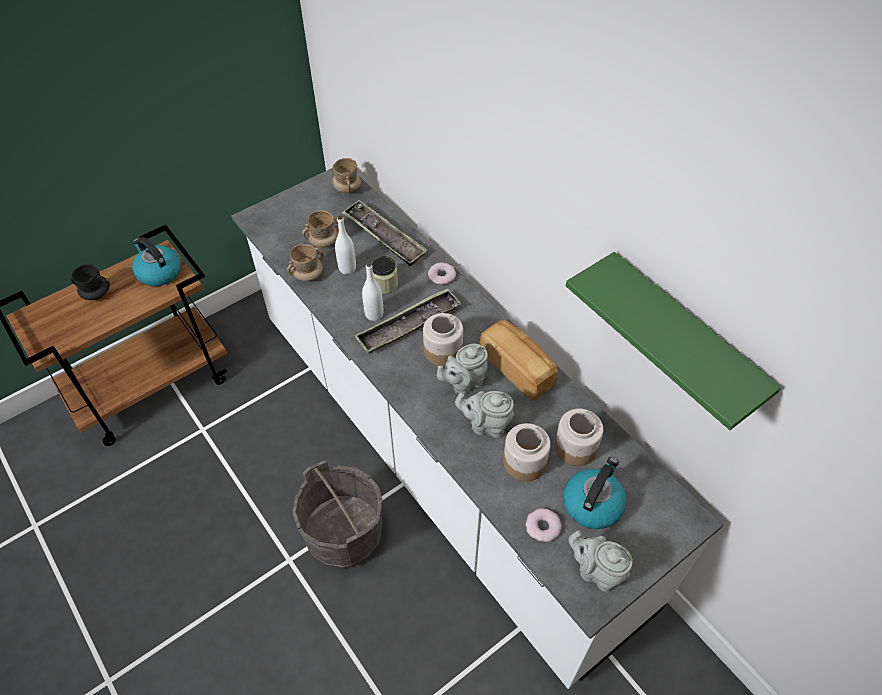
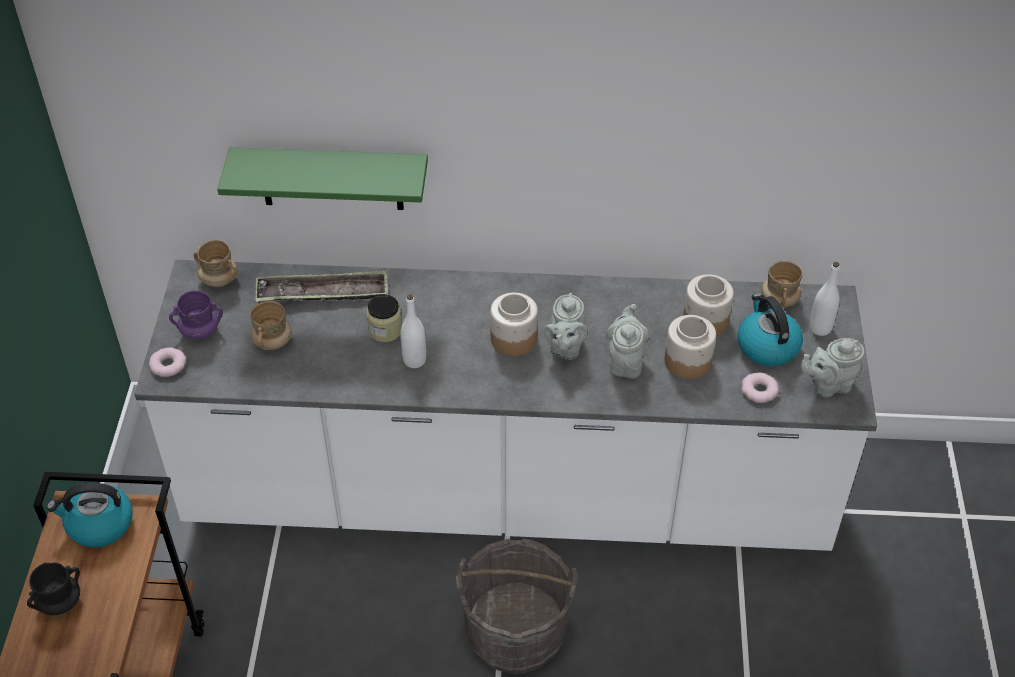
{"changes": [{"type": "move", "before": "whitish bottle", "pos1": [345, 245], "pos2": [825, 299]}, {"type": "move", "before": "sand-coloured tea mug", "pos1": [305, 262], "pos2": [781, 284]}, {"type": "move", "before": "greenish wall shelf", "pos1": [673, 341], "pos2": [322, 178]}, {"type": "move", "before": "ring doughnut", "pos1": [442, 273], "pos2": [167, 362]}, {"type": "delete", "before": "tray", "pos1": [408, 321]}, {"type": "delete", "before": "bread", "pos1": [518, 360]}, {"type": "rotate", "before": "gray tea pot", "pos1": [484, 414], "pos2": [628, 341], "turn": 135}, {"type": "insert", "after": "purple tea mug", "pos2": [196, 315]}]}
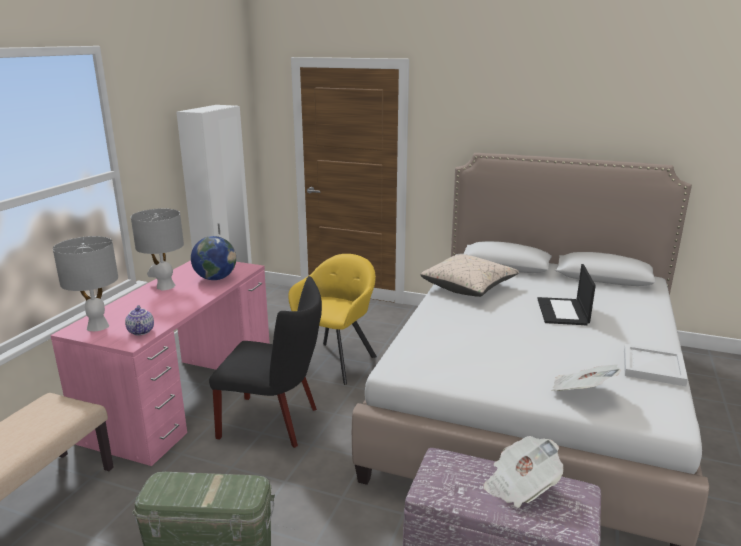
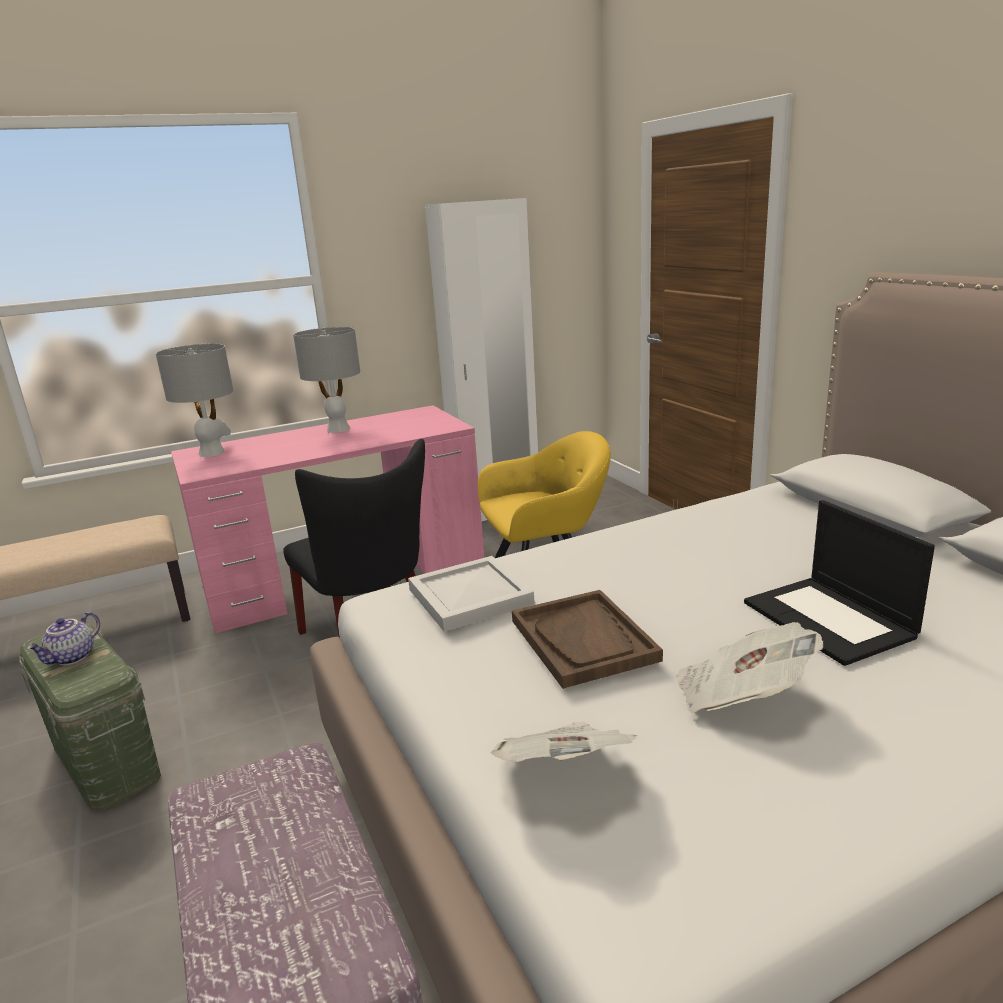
{"changes": [{"type": "delete", "before": "world globe", "pos1": [213, 258]}, {"type": "delete", "before": "sand-coloured cushion", "pos1": [469, 275]}, {"type": "rotate", "before": "portable computer", "pos1": [566, 294], "pos2": [839, 583], "turn": -75}, {"type": "move", "before": "tea pot", "pos1": [139, 320], "pos2": [63, 638]}, {"type": "move", "before": "whitish tray", "pos1": [656, 365], "pos2": [471, 594]}, {"type": "move", "before": "printed paper", "pos1": [523, 472], "pos2": [749, 667]}, {"type": "insert", "after": "brown-coloured tray", "pos2": [587, 639]}]}
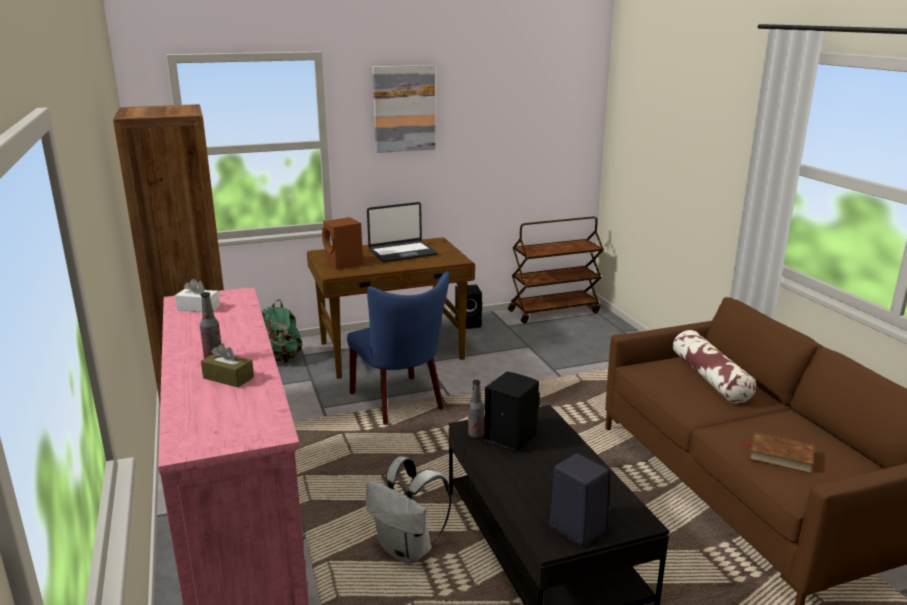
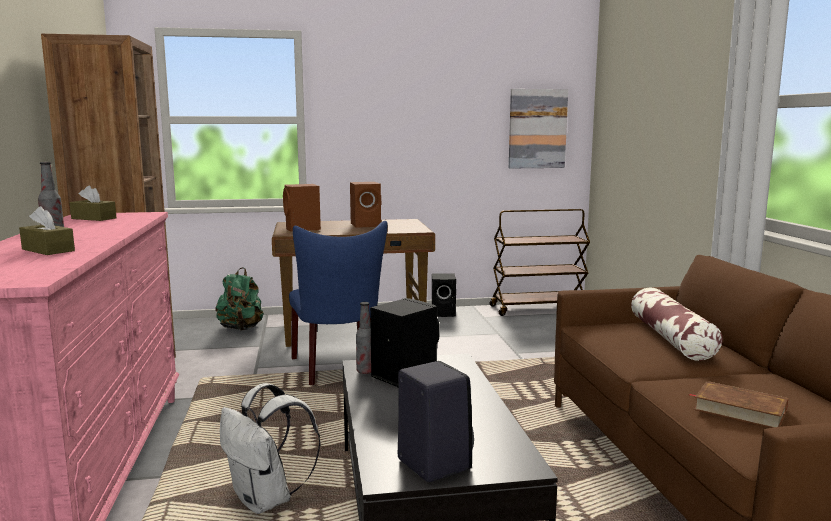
{"changes": [{"type": "move", "before": "wall art", "pos1": [404, 109], "pos2": [538, 128]}, {"type": "replace", "before": "portable computer", "after": "brown-coloured loudspeaker", "pos1": [402, 232], "pos2": [365, 204]}, {"type": "recolor", "before": "whitish box of tissues", "after": "brown-coloured box of tissues", "pos1": [197, 295], "pos2": [93, 203]}]}
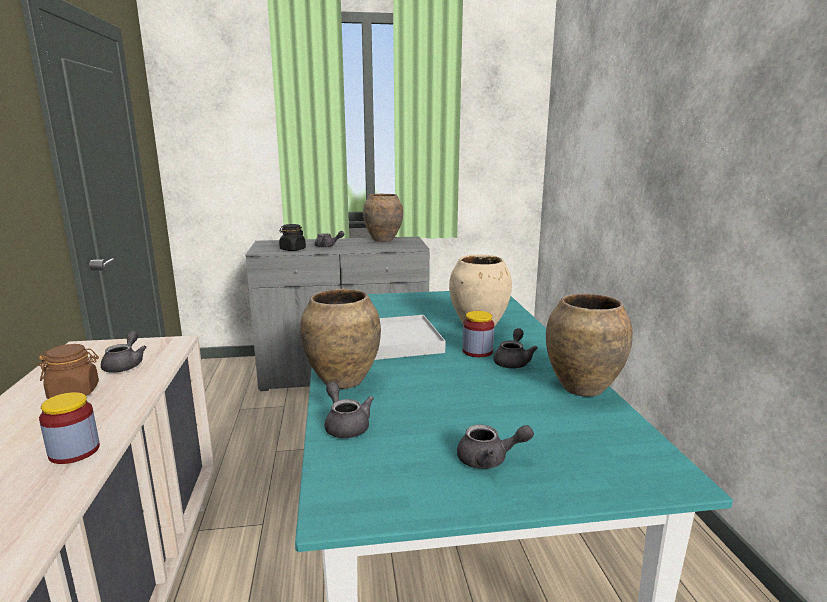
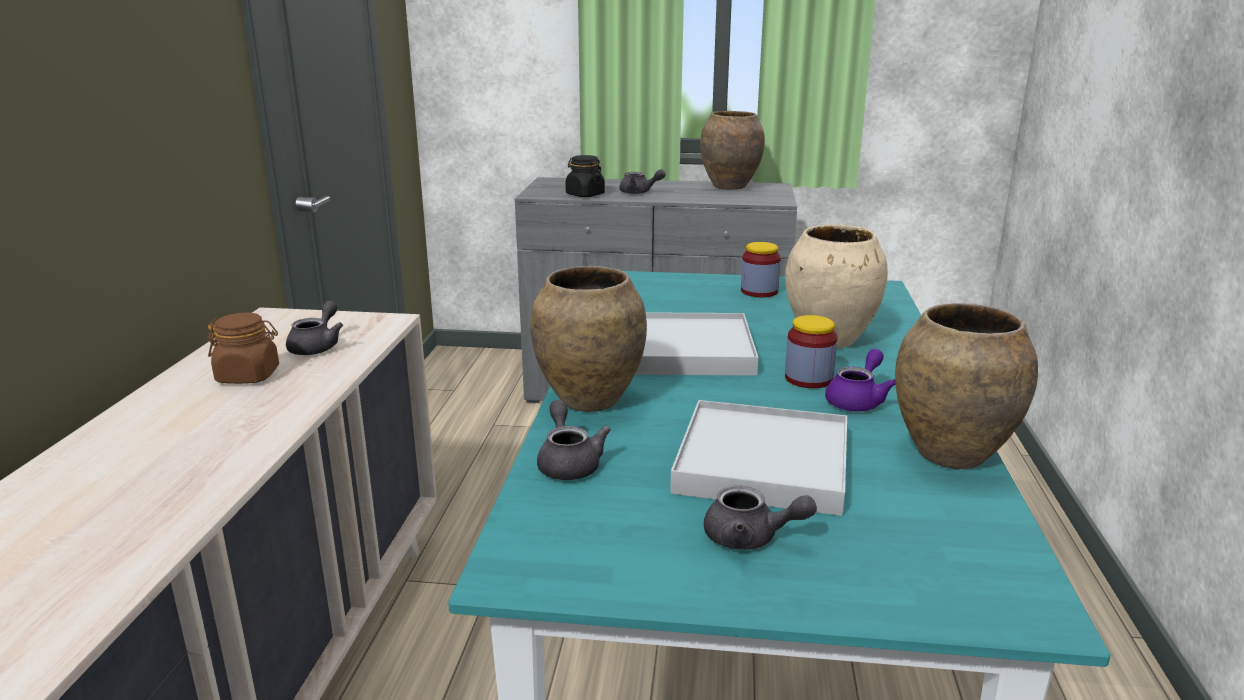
{"changes": [{"type": "recolor", "before": "gray tea pot", "after": "purple tea pot", "pos1": [515, 348], "pos2": [860, 380]}, {"type": "move", "before": "storage jar", "pos1": [69, 428], "pos2": [761, 269]}, {"type": "insert", "after": "whitish tray", "pos2": [758, 458]}]}
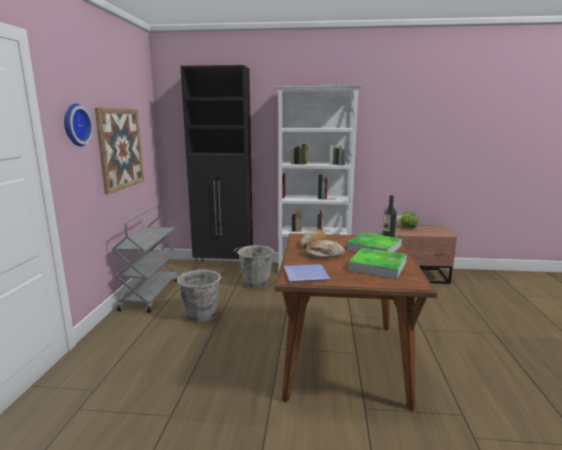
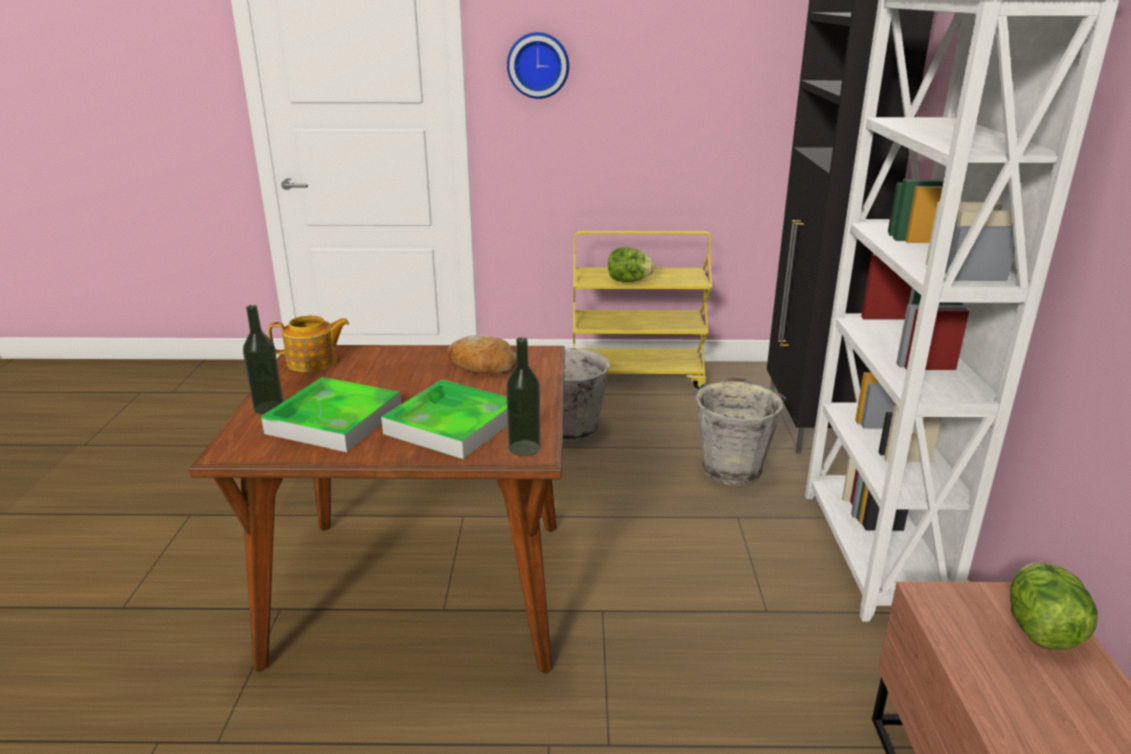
{"changes": [{"type": "delete", "before": "wall art", "pos1": [119, 151]}, {"type": "recolor", "before": "gray wheeled cart", "after": "yellow wheeled cart", "pos1": [145, 259], "pos2": [642, 310]}, {"type": "delete", "before": "bread", "pos1": [325, 249]}, {"type": "replace", "before": "dinner plate", "after": "tea pot", "pos1": [307, 273], "pos2": [308, 343]}, {"type": "insert", "after": "lettuce head", "pos2": [631, 264]}, {"type": "insert", "after": "bottle", "pos2": [263, 359]}]}
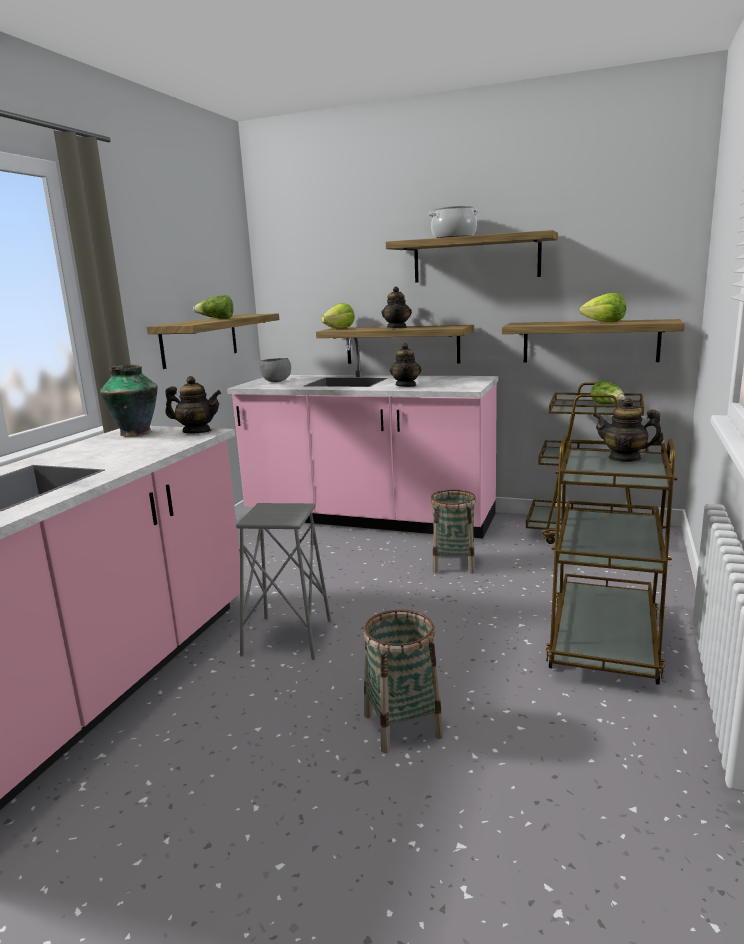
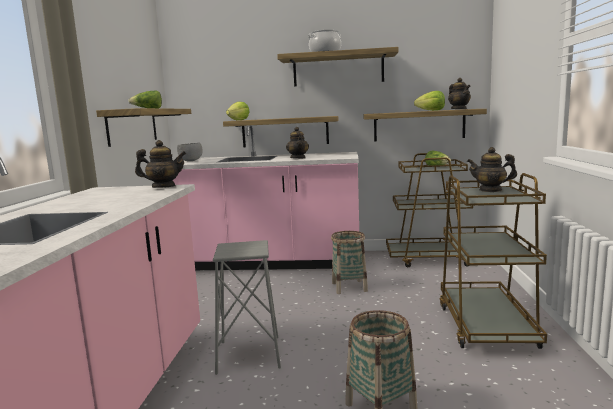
{"changes": [{"type": "move", "before": "tea pot", "pos1": [396, 307], "pos2": [459, 93]}, {"type": "delete", "before": "decorative vase", "pos1": [129, 401]}]}
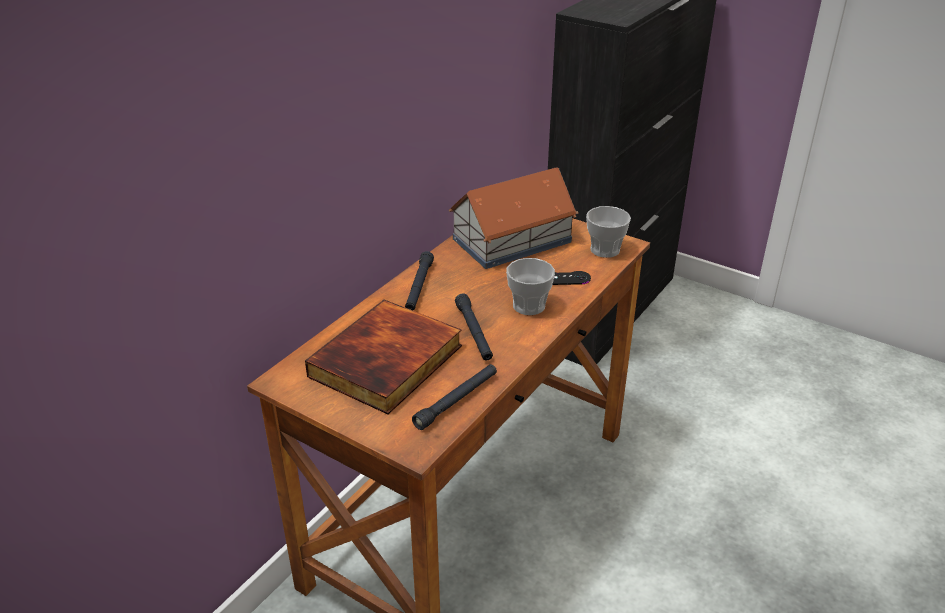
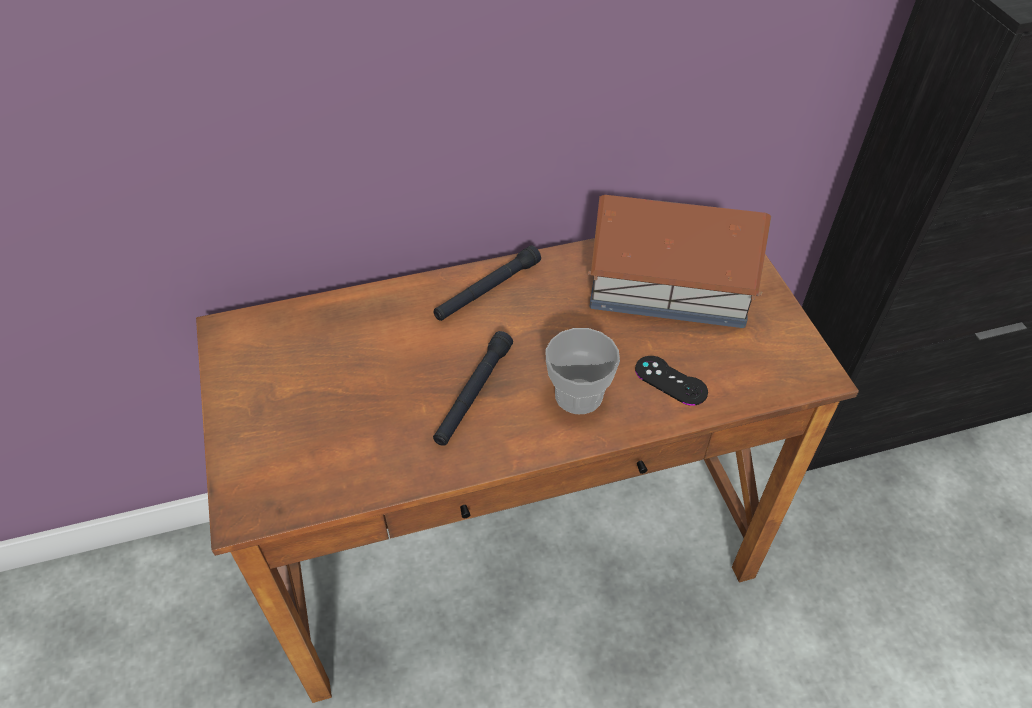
{"changes": [{"type": "delete", "before": "cup", "pos1": [608, 232]}, {"type": "delete", "before": "bound book", "pos1": [383, 357]}, {"type": "delete", "before": "black flashlight", "pos1": [454, 397]}]}
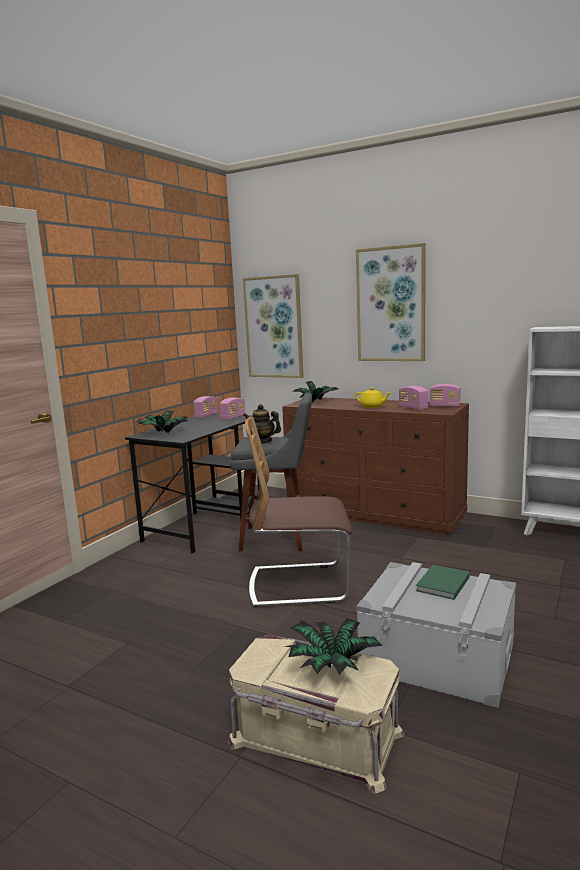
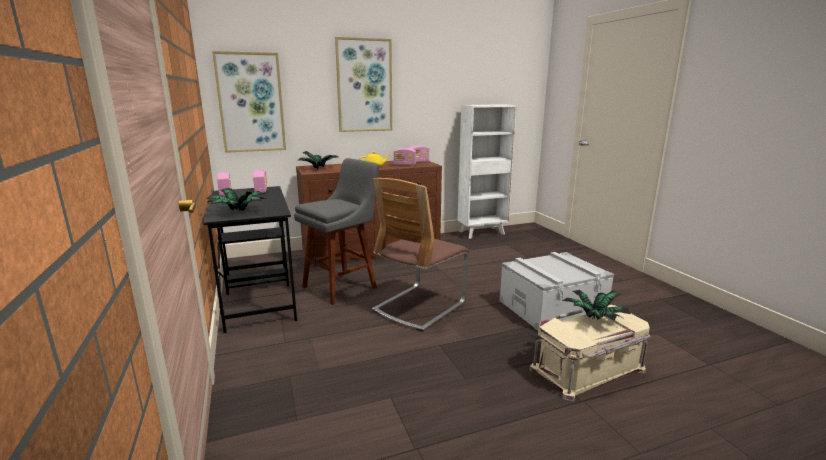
{"changes": [{"type": "delete", "before": "tea pot", "pos1": [262, 424]}, {"type": "delete", "before": "greenish bound book", "pos1": [443, 582]}]}
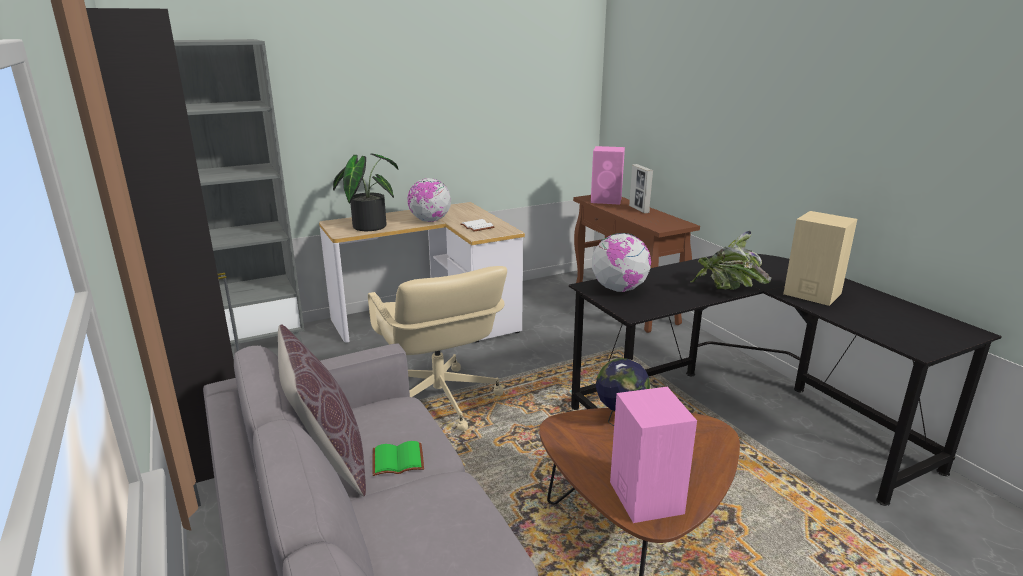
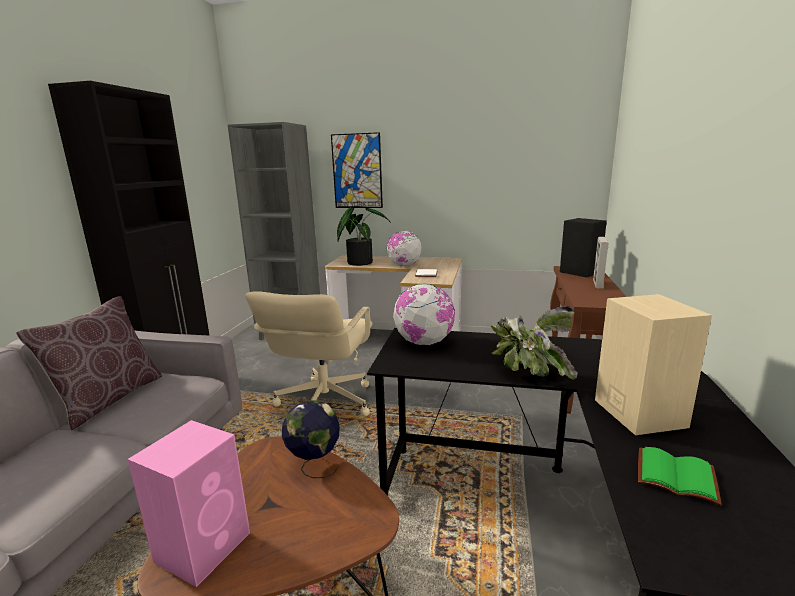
{"changes": [{"type": "recolor", "before": "pink-coloured loudspeaker", "after": "black loudspeaker", "pos1": [608, 175], "pos2": [583, 248]}, {"type": "move", "before": "greenish bound book", "pos1": [398, 458], "pos2": [680, 476]}, {"type": "insert", "after": "wall art", "pos2": [357, 170]}]}
